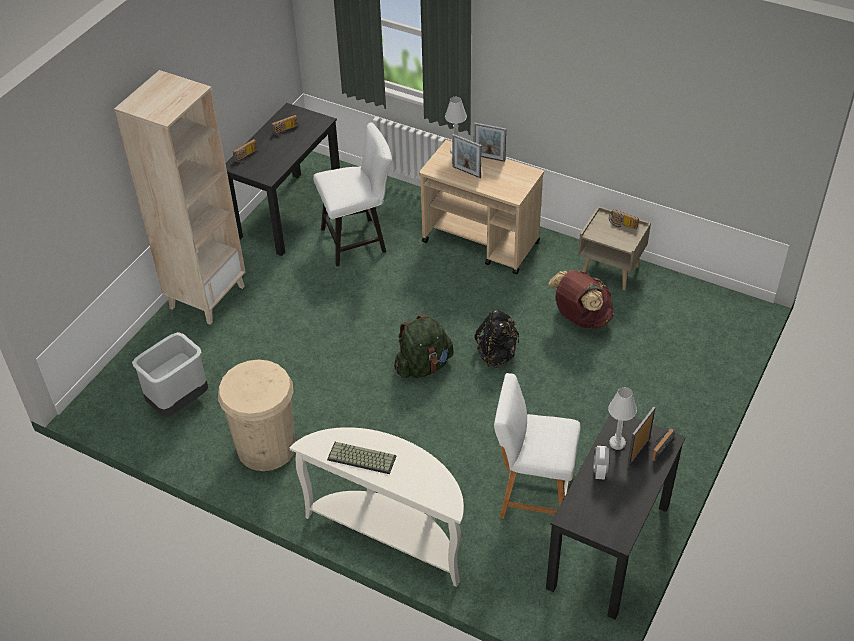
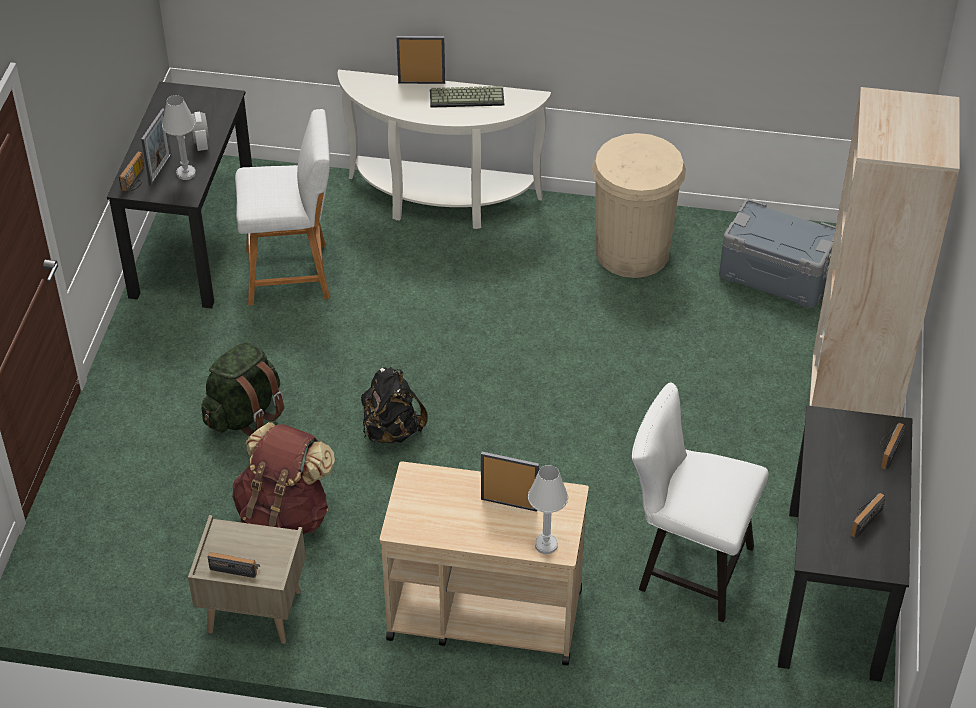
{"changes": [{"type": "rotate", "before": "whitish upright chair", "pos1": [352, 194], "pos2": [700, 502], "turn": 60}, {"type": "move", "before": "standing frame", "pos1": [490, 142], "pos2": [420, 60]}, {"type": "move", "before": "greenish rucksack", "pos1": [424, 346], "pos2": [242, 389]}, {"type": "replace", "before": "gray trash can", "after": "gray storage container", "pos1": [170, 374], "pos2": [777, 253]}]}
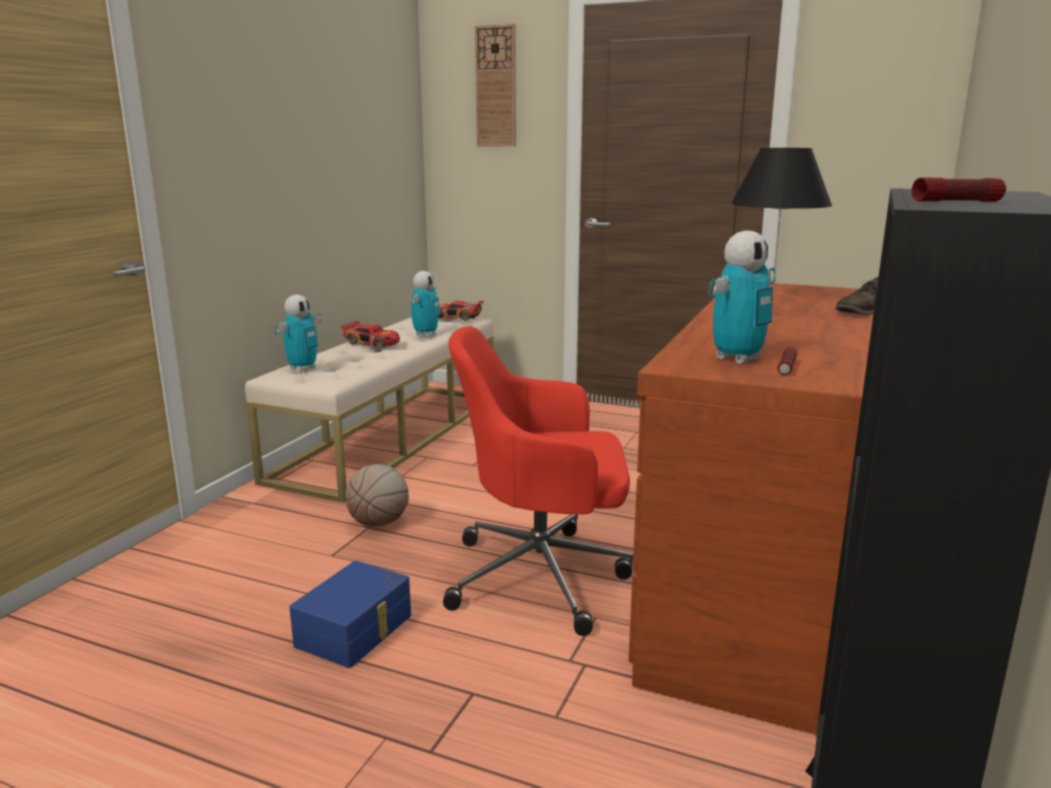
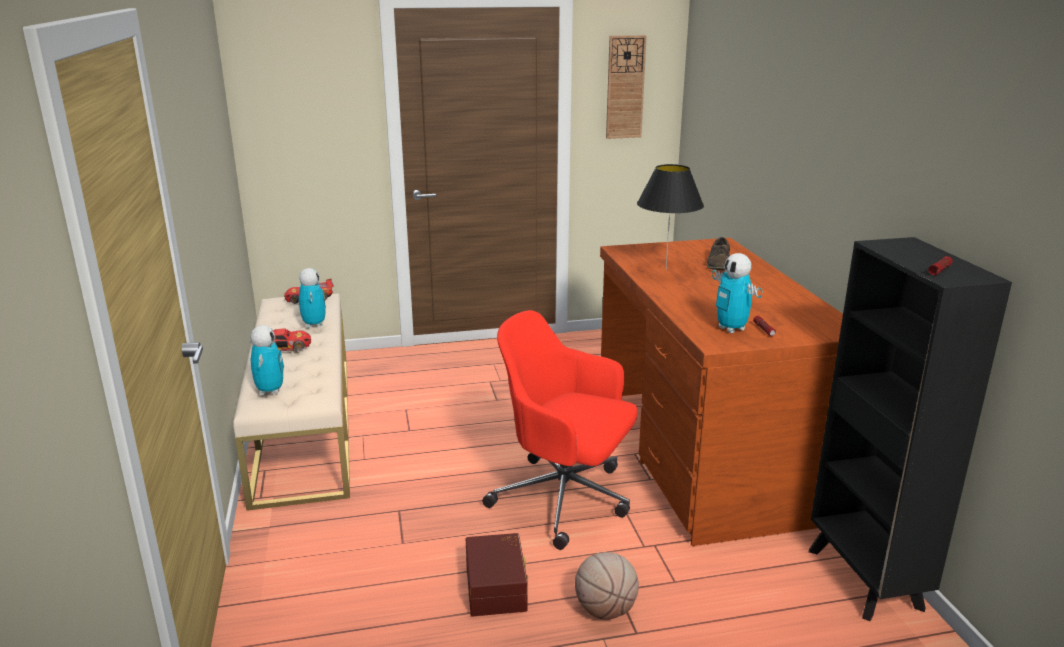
{"changes": [{"type": "move", "before": "wall clock", "pos1": [495, 85], "pos2": [626, 87]}, {"type": "rotate", "before": "toy robot", "pos1": [742, 297], "pos2": [737, 293], "turn": 135}, {"type": "rotate", "before": "red desk chair", "pos1": [538, 481], "pos2": [559, 430], "turn": 60}, {"type": "move", "before": "basketball ball", "pos1": [377, 495], "pos2": [607, 586]}, {"type": "recolor", "before": "blue-coloured storage container", "after": "brown-coloured storage container", "pos1": [350, 614], "pos2": [497, 574]}]}
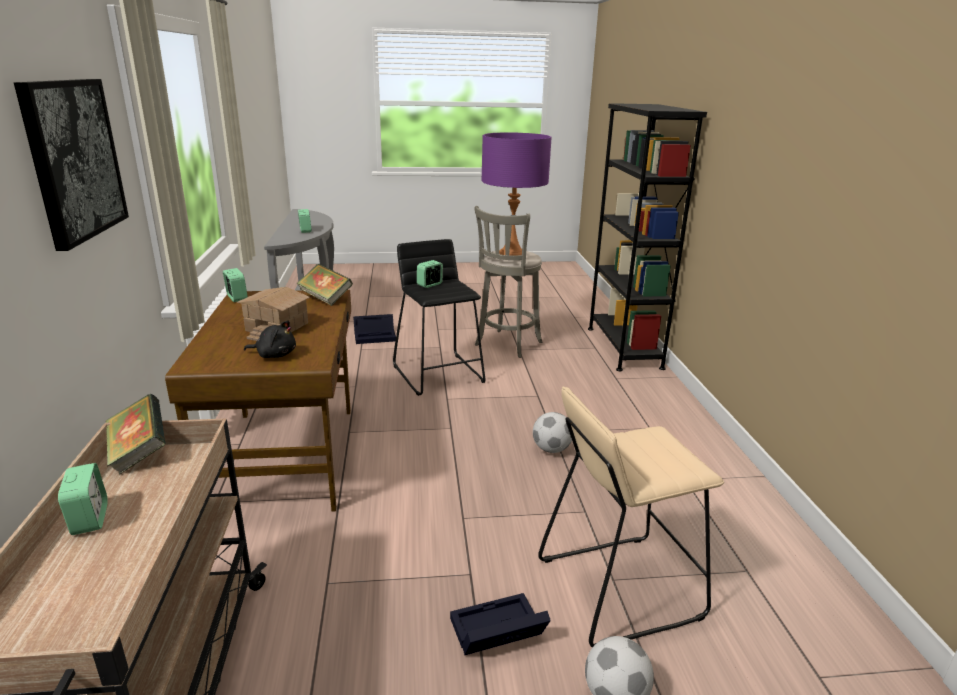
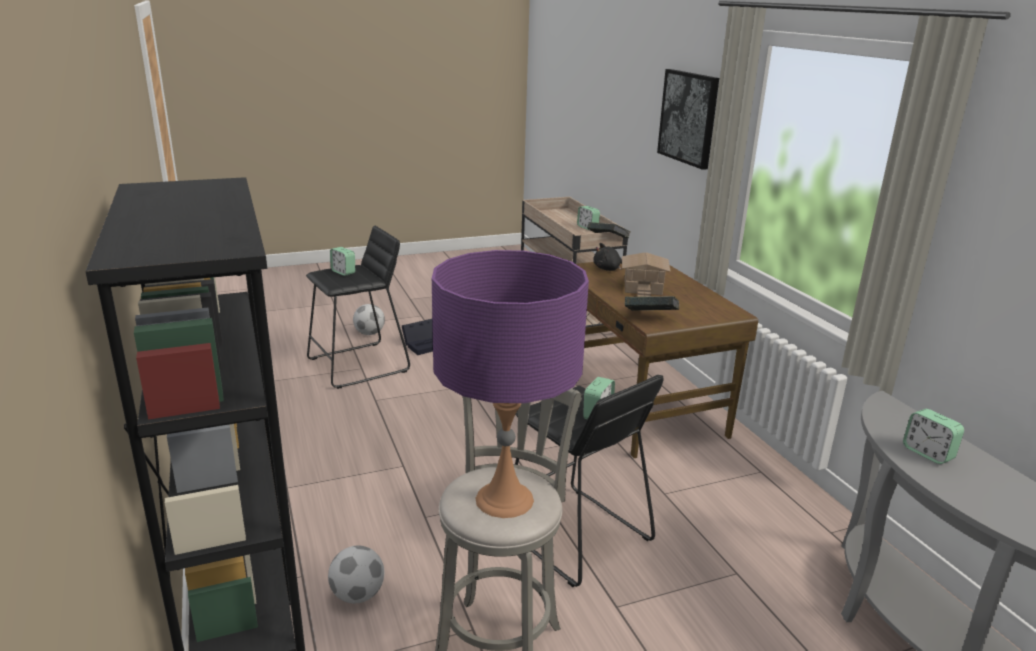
{"changes": [{"type": "move", "before": "table clock", "pos1": [235, 285], "pos2": [342, 261]}, {"type": "delete", "before": "black storage container", "pos1": [374, 329]}, {"type": "recolor", "before": "sand-coloured stool", "after": "black stool", "pos1": [631, 516], "pos2": [358, 307]}, {"type": "move", "before": "ball for football", "pos1": [552, 432], "pos2": [356, 574]}]}
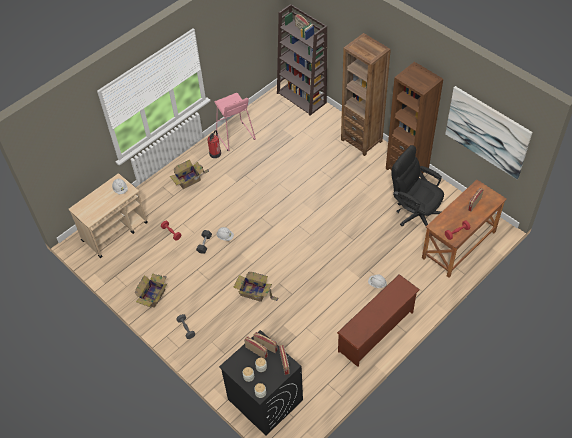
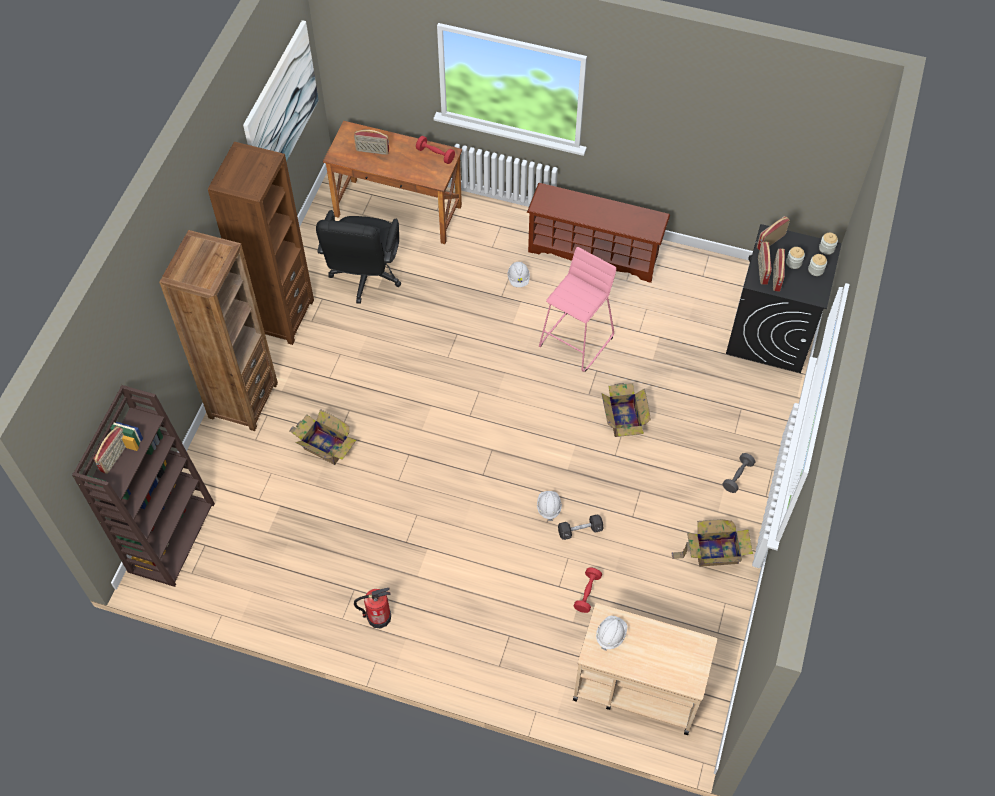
{"changes": [{"type": "move", "before": "pink-coloured stool", "pos1": [235, 122], "pos2": [577, 309]}, {"type": "move", "before": "cardboard box", "pos1": [190, 174], "pos2": [322, 437]}]}
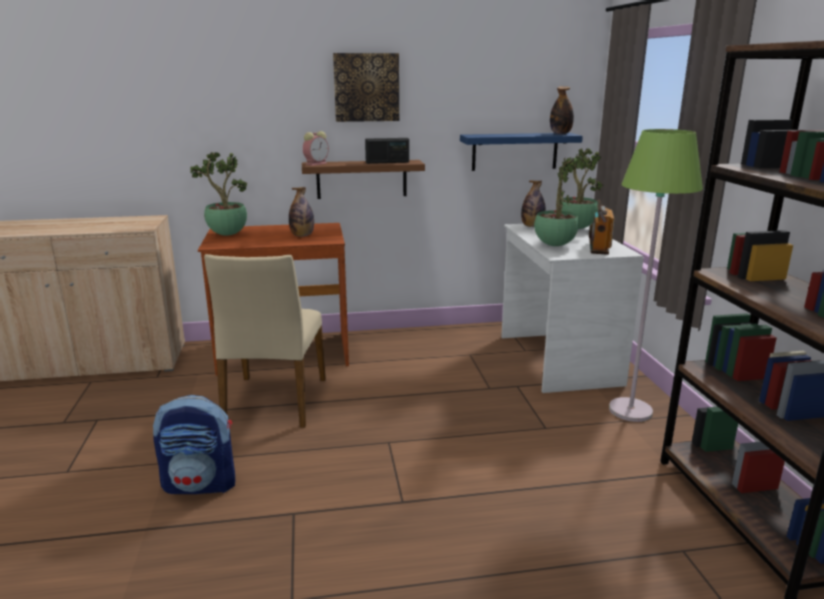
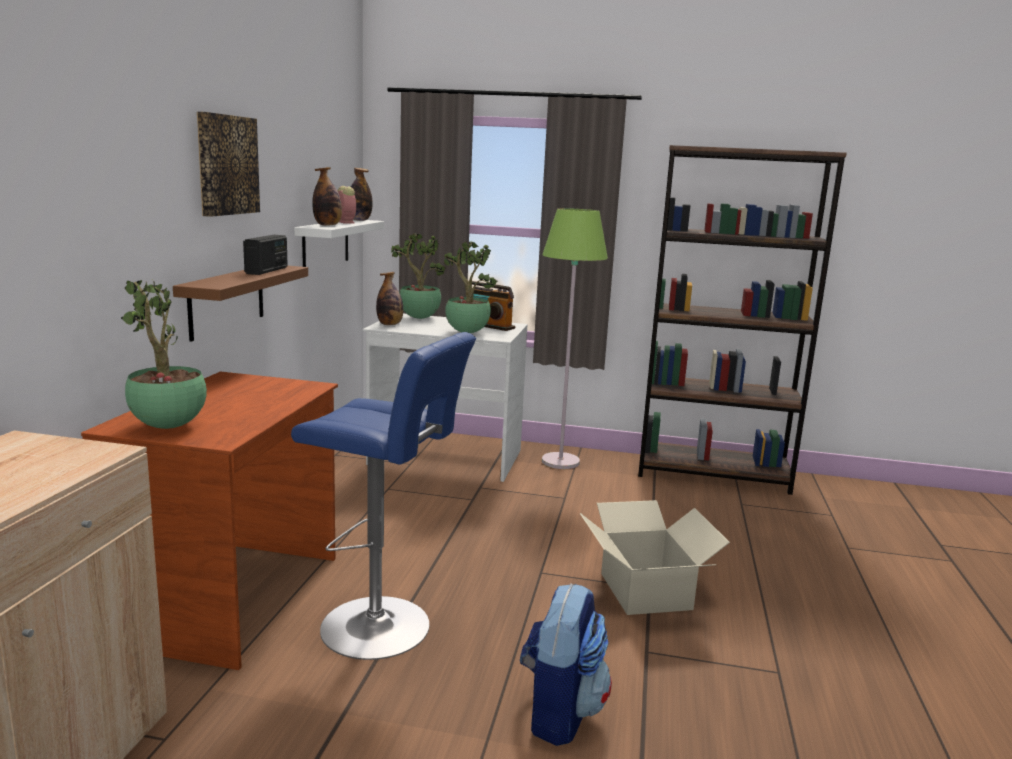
{"changes": [{"type": "move", "before": "table clock", "pos1": [316, 148], "pos2": [347, 205]}, {"type": "recolor", "before": "blue-coloured wall shelf", "after": "whitish wall shelf", "pos1": [521, 152], "pos2": [339, 243]}, {"type": "move", "before": "bottle", "pos1": [301, 212], "pos2": [327, 196]}, {"type": "replace", "before": "sand-coloured upright chair", "after": "blue-coloured stool", "pos1": [265, 341], "pos2": [383, 496]}, {"type": "insert", "after": "cardboard box", "pos2": [655, 557]}]}
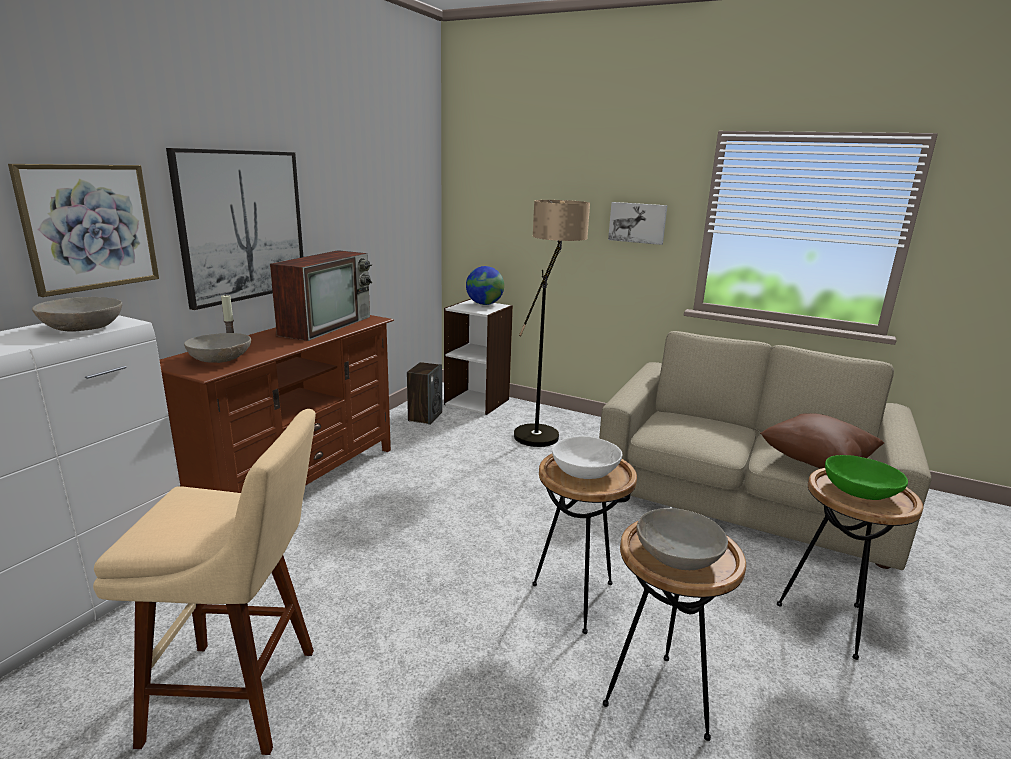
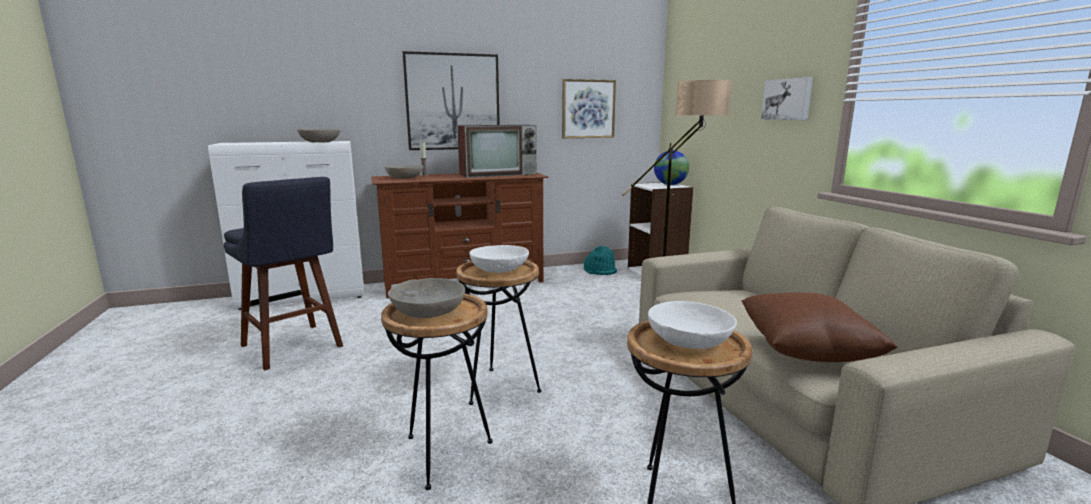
{"changes": [{"type": "move", "before": "wall art", "pos1": [83, 230], "pos2": [589, 108]}, {"type": "replace", "before": "loudspeaker", "after": "turquoise wearable hat", "pos1": [424, 393], "pos2": [600, 260]}, {"type": "recolor", "before": "sand-coloured stool", "after": "blue-coloured stool", "pos1": [204, 582], "pos2": [283, 273]}, {"type": "recolor", "before": "greenish deep dish", "after": "whitish deep dish", "pos1": [866, 477], "pos2": [692, 325]}]}
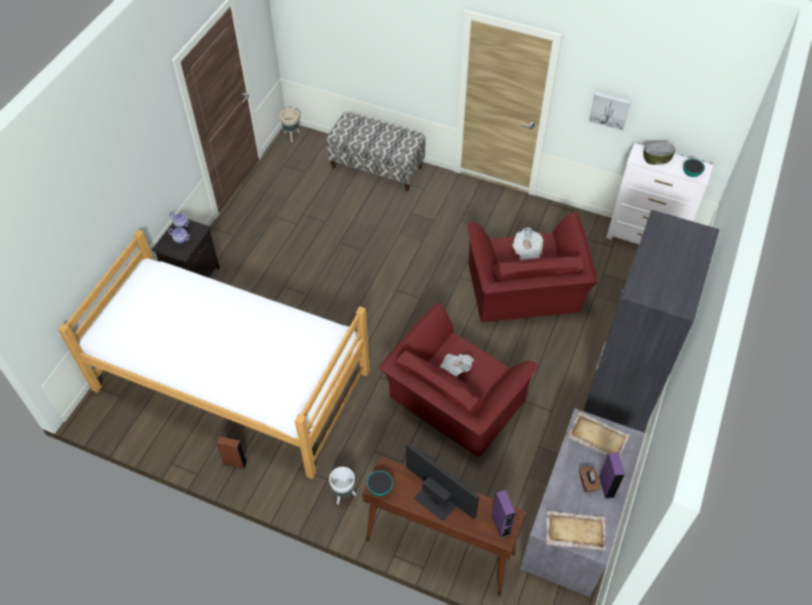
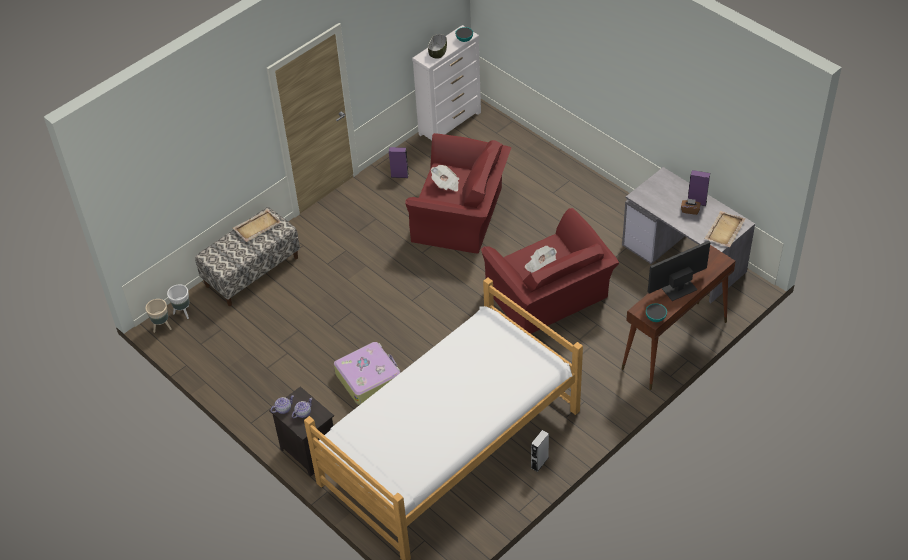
{"changes": [{"type": "delete", "before": "wall art", "pos1": [609, 112]}, {"type": "delete", "before": "gray wardrobe", "pos1": [651, 321]}, {"type": "move", "before": "sand-coloured tray", "pos1": [598, 434], "pos2": [257, 225]}, {"type": "recolor", "before": "brown-coloured loudspeaker", "after": "gray loudspeaker", "pos1": [232, 452], "pos2": [540, 451]}, {"type": "move", "before": "whitish planter", "pos1": [342, 486], "pos2": [178, 301]}, {"type": "move", "before": "purple loudspeaker", "pos1": [503, 514], "pos2": [399, 162]}, {"type": "insert", "after": "piece of luggage", "pos2": [367, 373]}]}
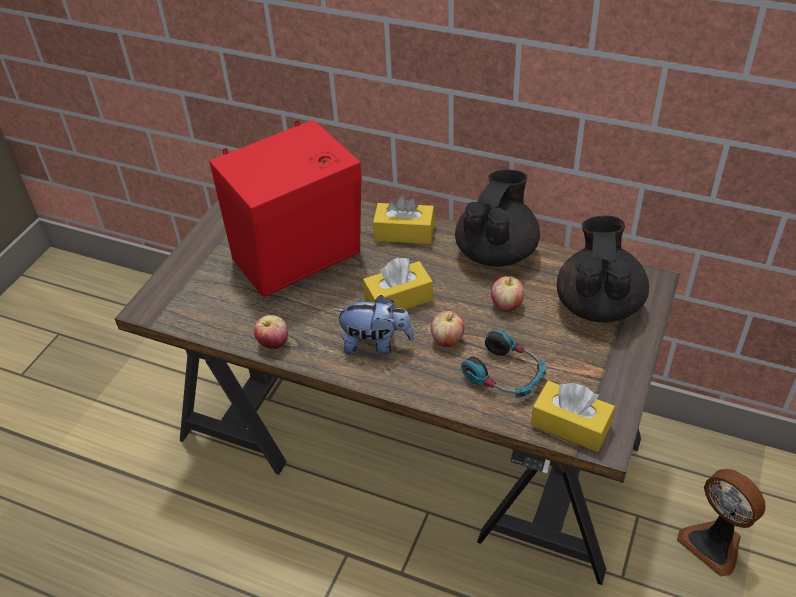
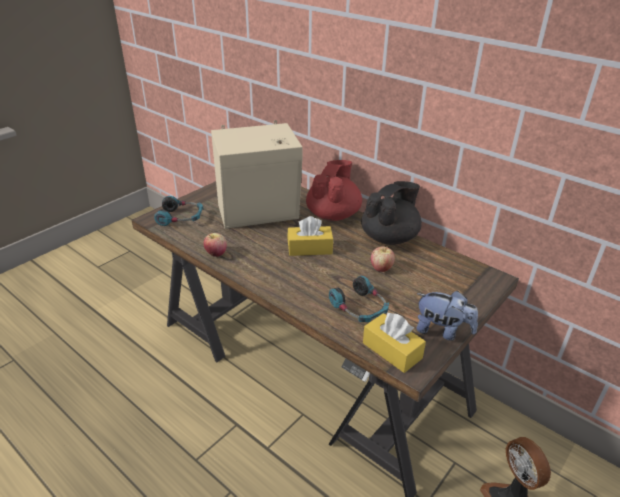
{"changes": [{"type": "recolor", "before": "red loudspeaker", "after": "sand-coloured loudspeaker", "pos1": [285, 209], "pos2": [257, 174]}, {"type": "replace", "before": "yellow box of tissues", "after": "red tea pot", "pos1": [404, 220], "pos2": [334, 190]}, {"type": "delete", "before": "black tea pot", "pos1": [603, 269]}, {"type": "move", "before": "cuddly toy", "pos1": [374, 325], "pos2": [447, 315]}, {"type": "delete", "before": "apple fruit", "pos1": [448, 329]}, {"type": "insert", "after": "headphones", "pos2": [178, 211]}]}
